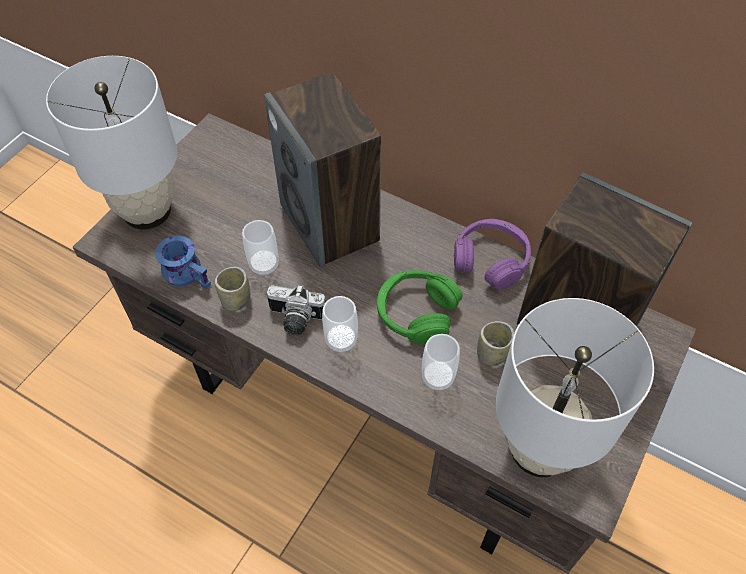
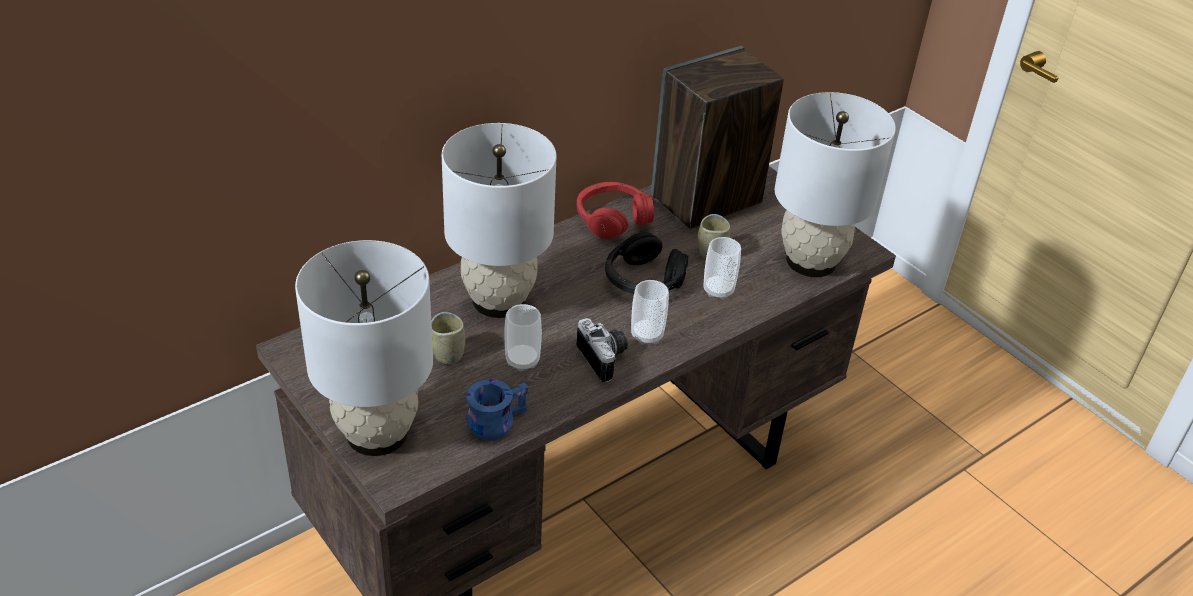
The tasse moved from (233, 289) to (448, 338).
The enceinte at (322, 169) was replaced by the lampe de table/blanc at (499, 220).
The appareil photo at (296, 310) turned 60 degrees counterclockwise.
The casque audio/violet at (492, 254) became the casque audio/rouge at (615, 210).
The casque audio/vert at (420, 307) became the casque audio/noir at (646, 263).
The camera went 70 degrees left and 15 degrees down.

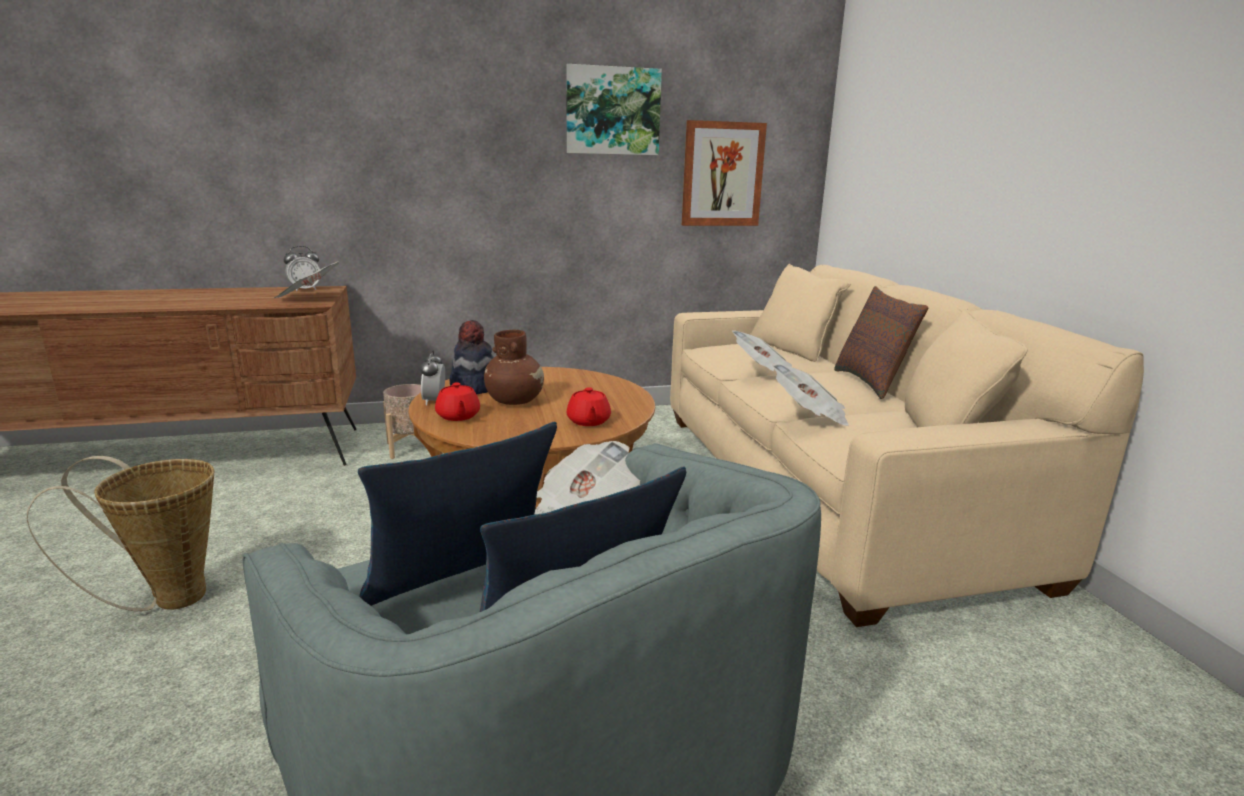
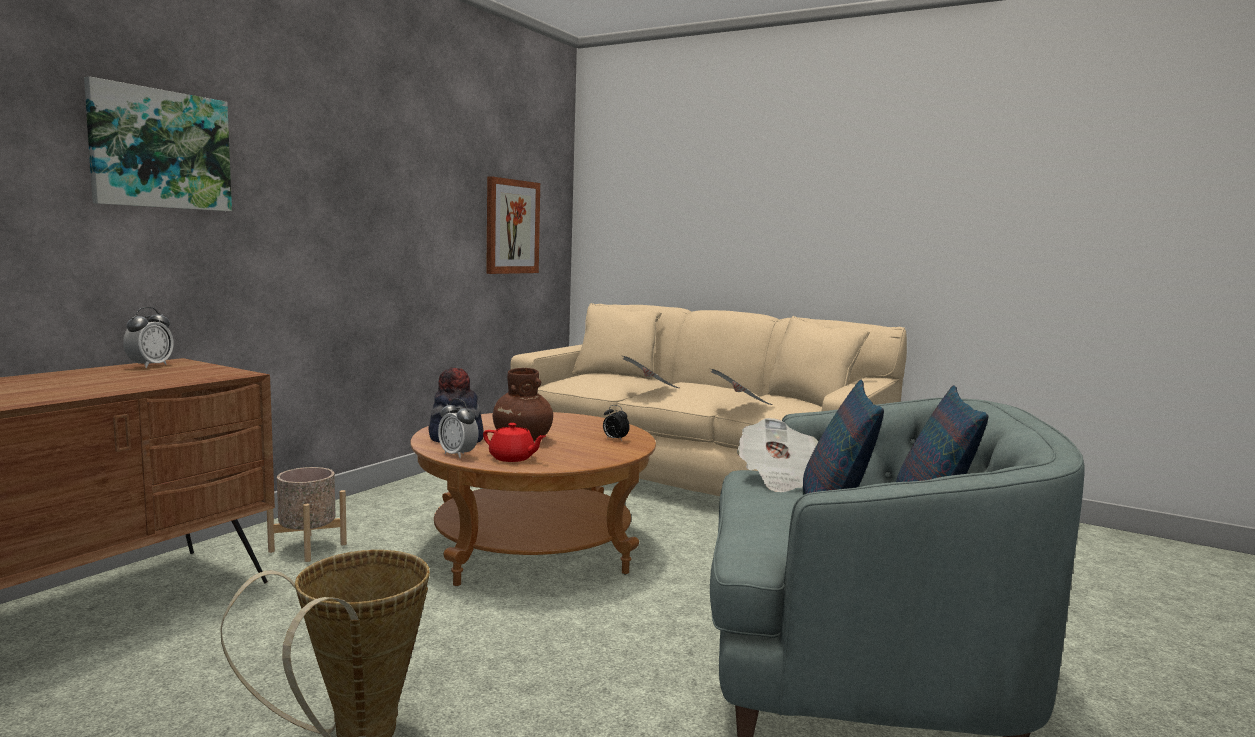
The tableau moved from (614, 109) to (158, 143).
The théière/rouge at (589, 406) was replaced by the réveil at (616, 423).
The journal at (306, 279) disappeared.
The coussin/marron at (881, 342) disappeared.
The camera went 45 degrees left and 10 degrees down.

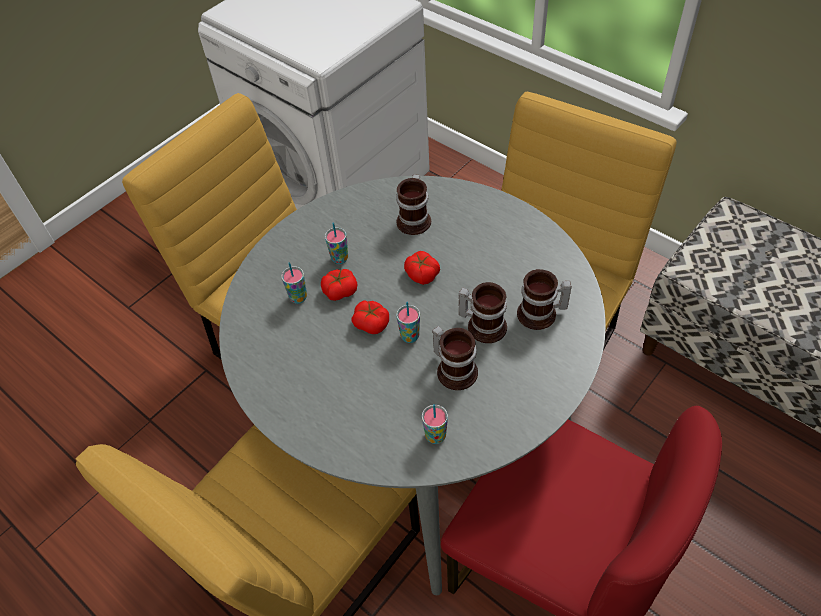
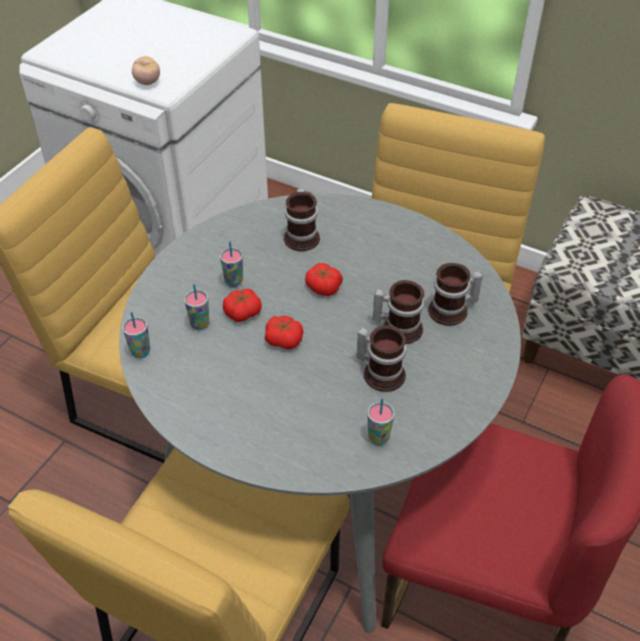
The tasse moved from (408, 322) to (136, 335).
The tomate at (146, 70) appeared.
The camera went 15 degrees left and 5 degrees down.

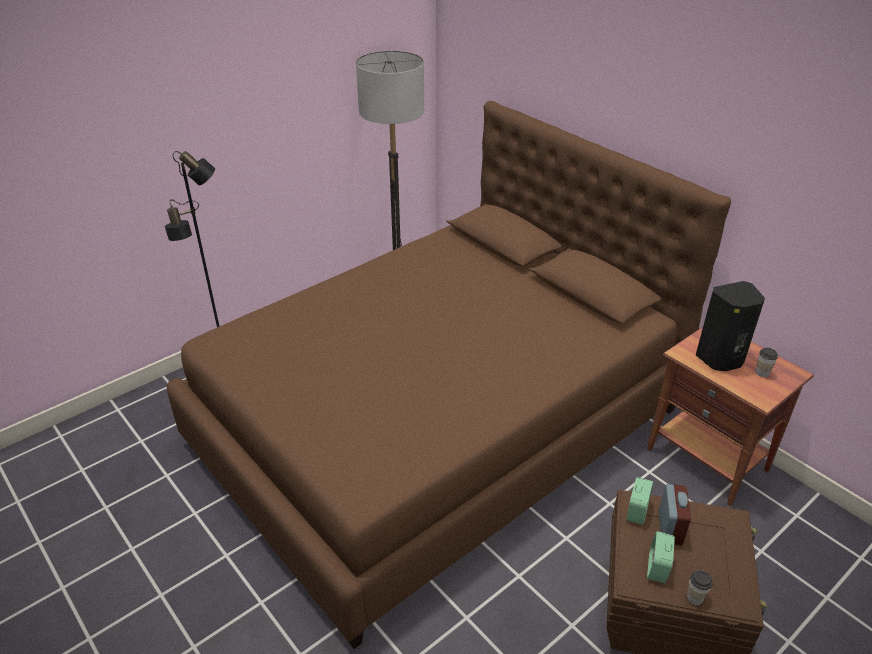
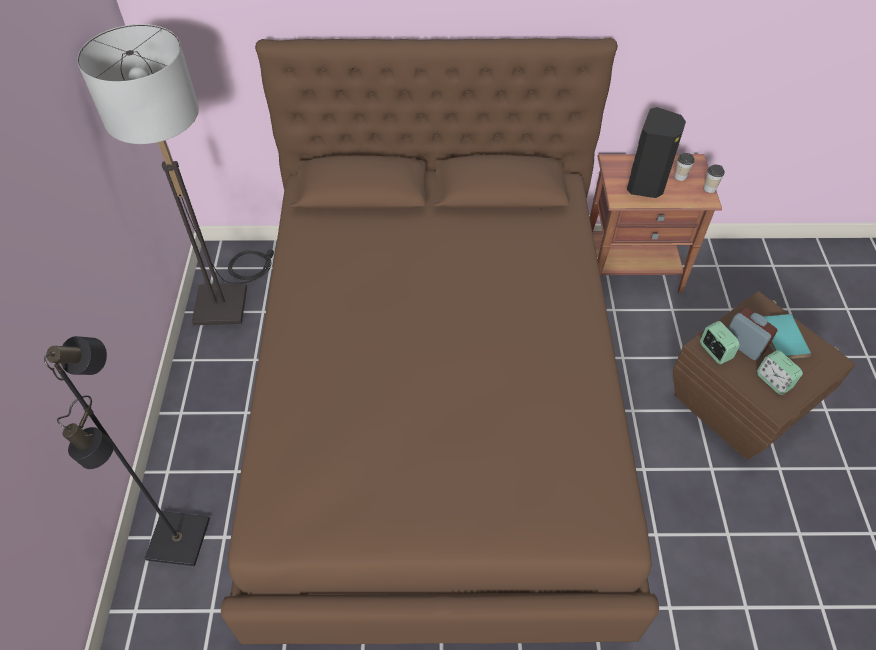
The tasse moved from (700, 587) to (714, 179).
The livre/turquoise at (787, 336) appeared.
The camera went 50 degrees left and 15 degrees up.

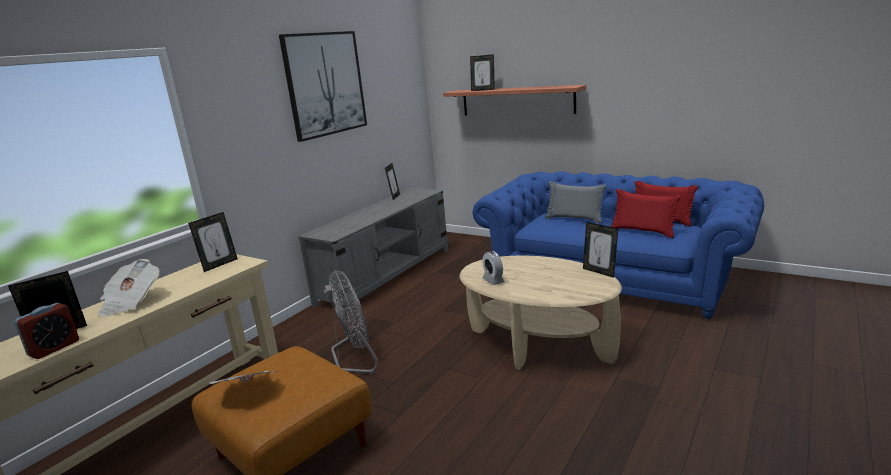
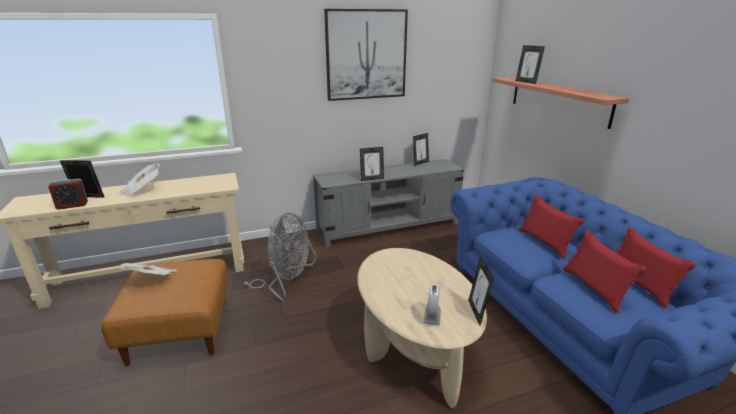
The cadre photo moved from (213, 242) to (372, 164).
The réveil moved from (493, 268) to (432, 305).
The coussin/gris at (575, 202) became the coussin/rouge at (551, 226).
The camera went 35 degrees right and 5 degrees up.

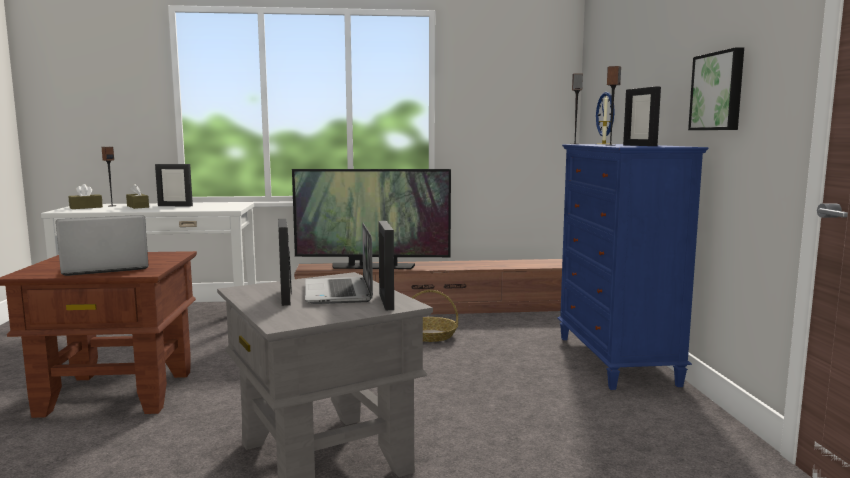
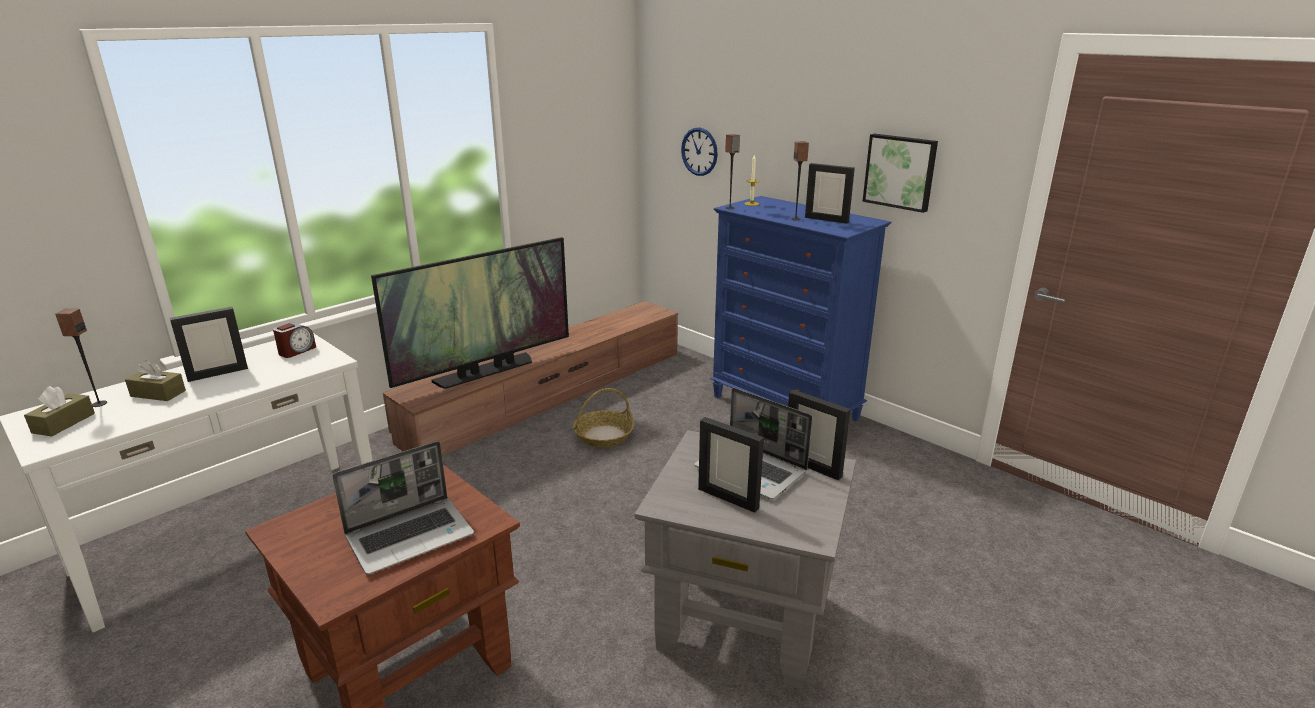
The réveil at (294, 340) appeared.
The ordinateur portable at (102, 245) turned 150 degrees counterclockwise.
The camera went 40 degrees left and 15 degrees up.

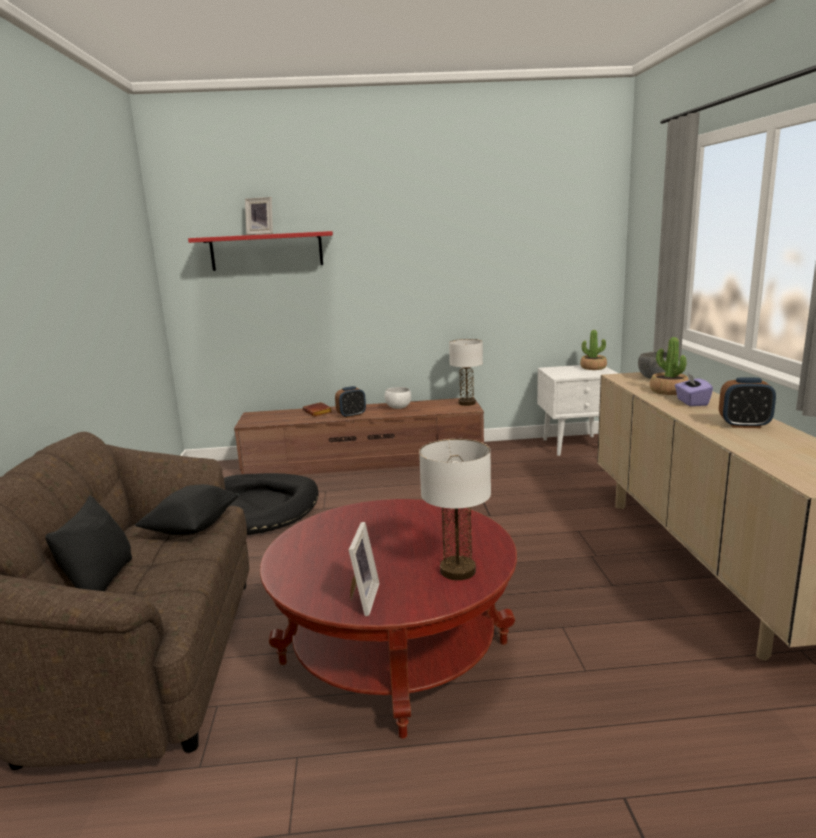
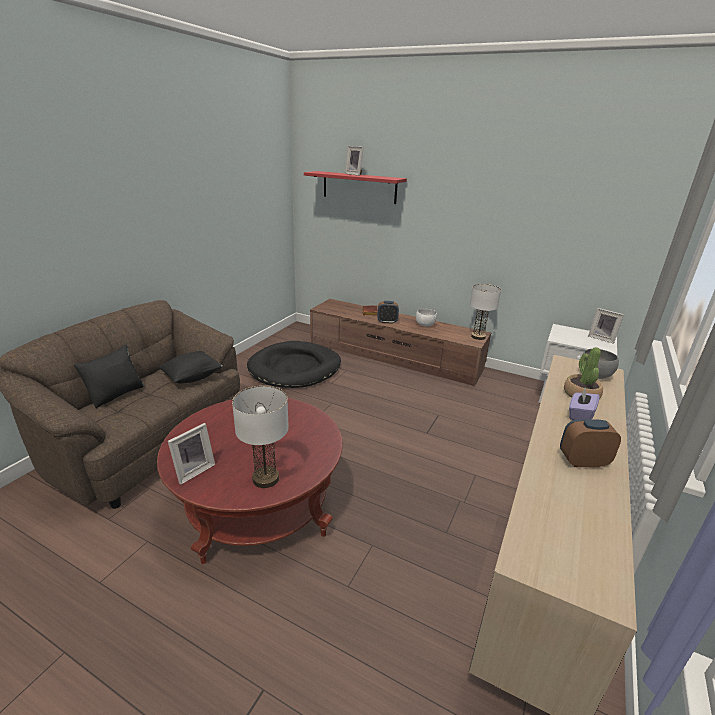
The réveil at (747, 402) turned 135 degrees clockwise.
The plante en pot at (593, 350) was replaced by the cadre photo at (606, 326).
The camera went 30 degrees right and 10 degrees up.

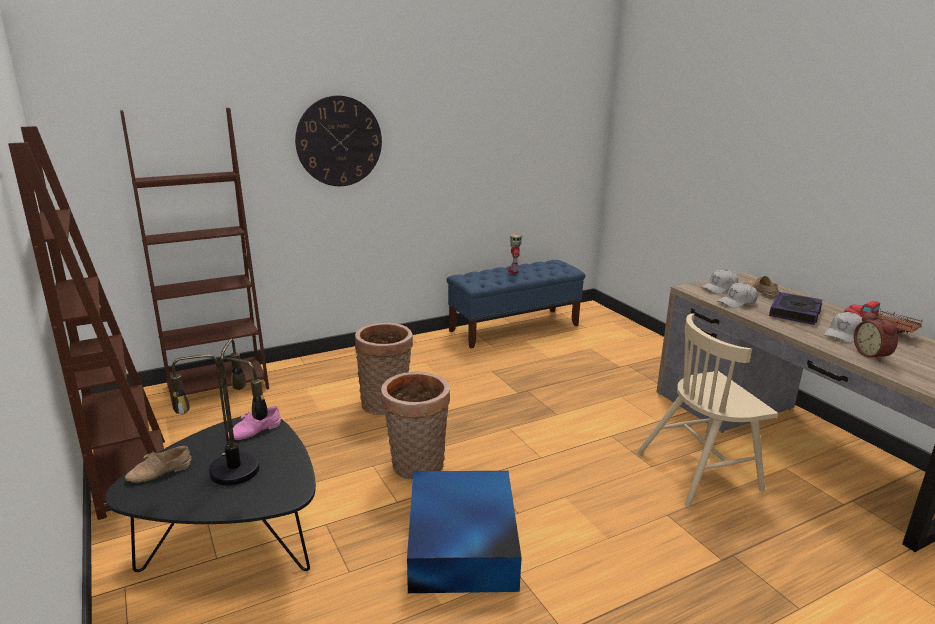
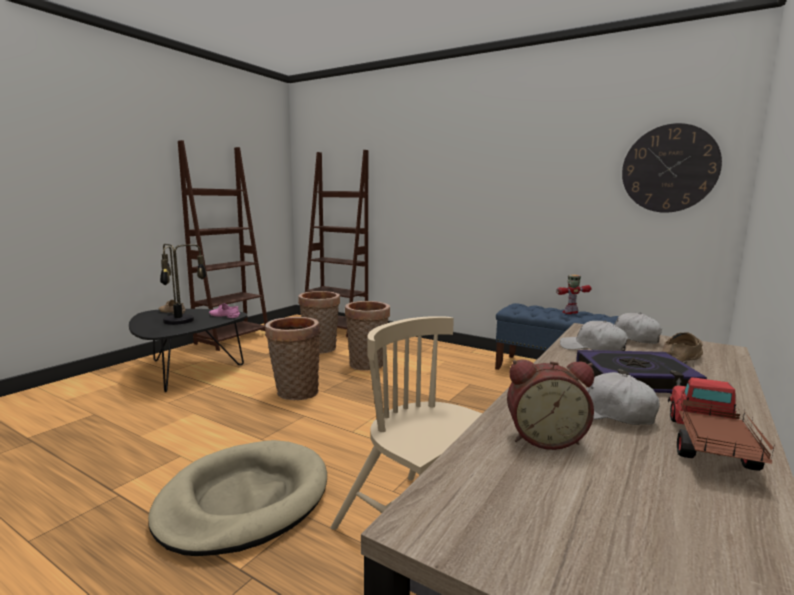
The panier pour chien/beige at (237, 498) appeared.
The panier at (319, 322) appeared.
The réveil at (876, 336) turned 135 degrees counterclockwise.
The horloge murale moved from (338, 140) to (672, 168).
The boîte de rangement/bleu at (464, 532) disappeared.
The camera went 60 degrees right and 10 degrees down.

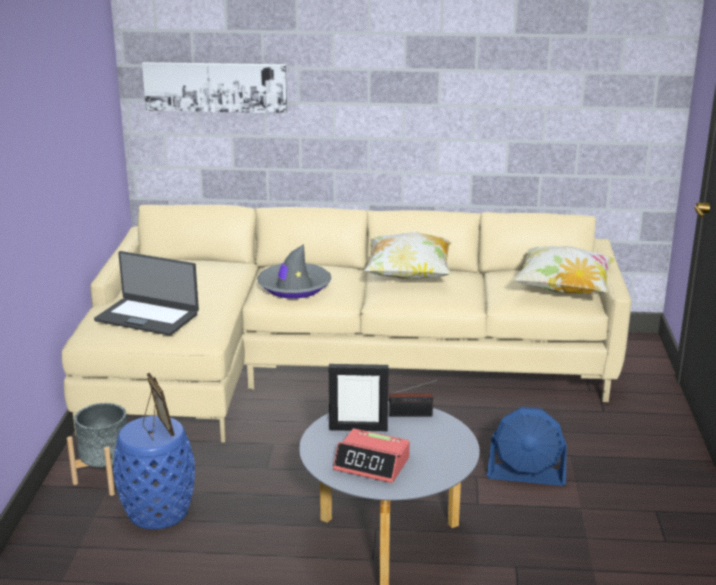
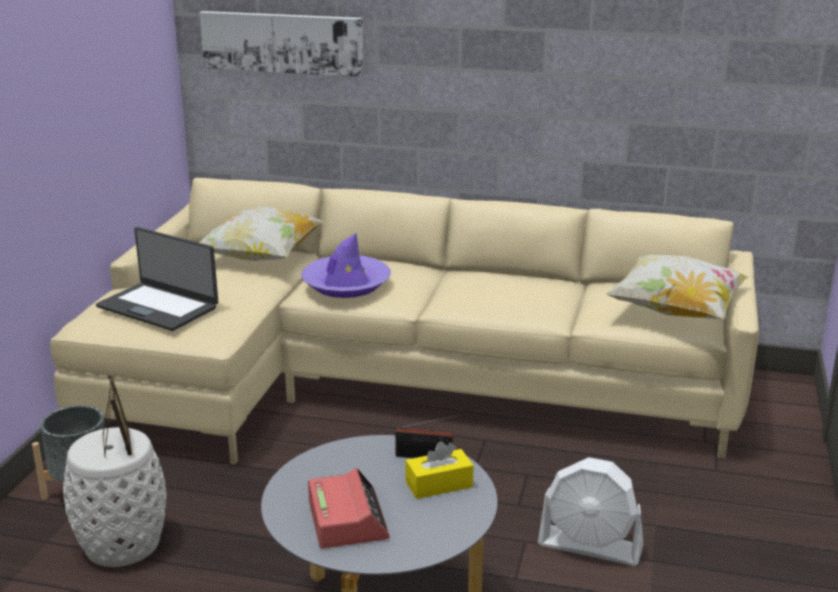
The tabouret/bleu at (154, 472) became the tabouret/blanc at (114, 497).
The coussin moved from (408, 255) to (261, 234).
The chapeau/gris at (294, 271) became the chapeau/violet at (346, 265).
The réveil at (371, 456) turned 135 degrees counterclockwise.
The boîte à mouchoirs/jaune at (440, 470) appeared.
The ventilateur/bleu at (527, 446) became the ventilateur/blanc at (591, 511).
The cadre photo at (359, 397) disappeared.
The camera went 10 degrees right and 0 degrees up.

